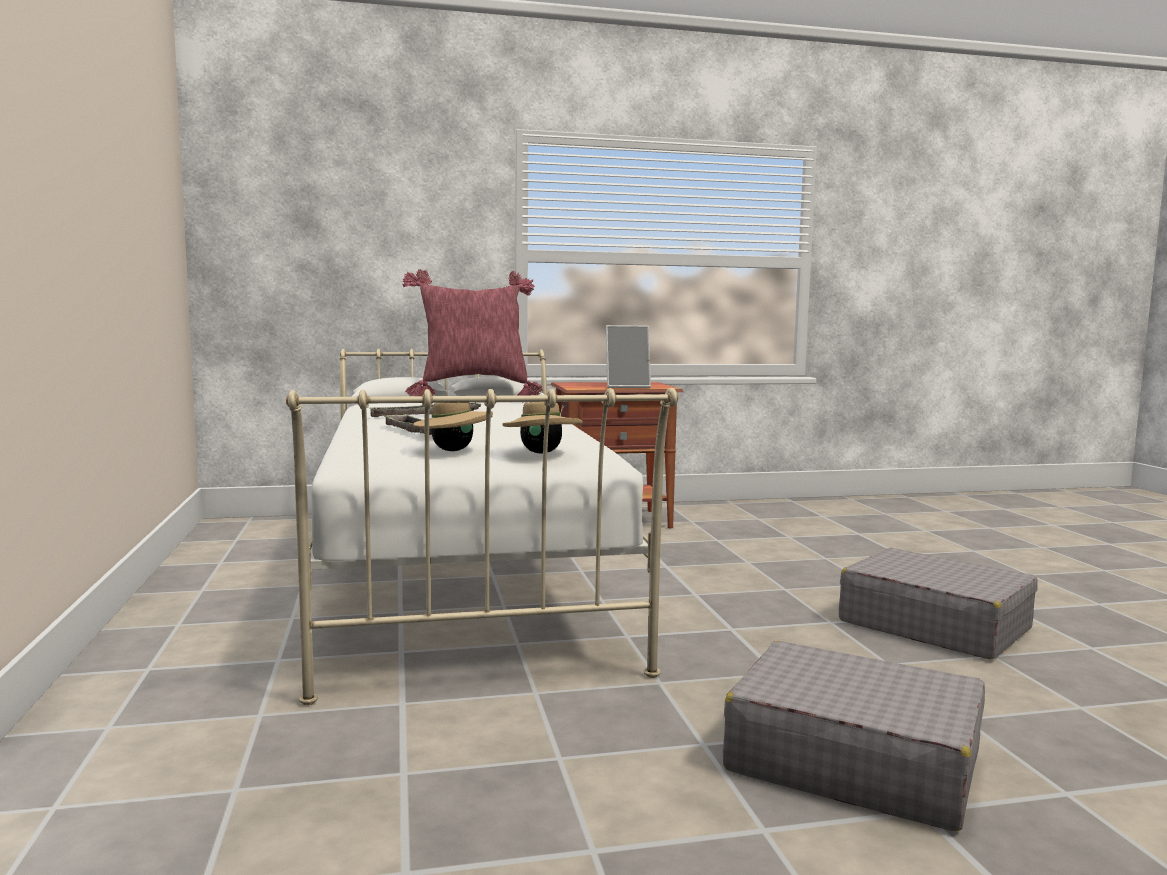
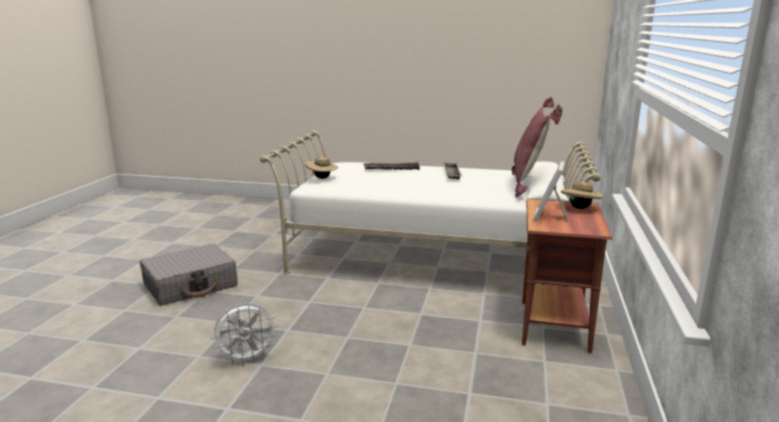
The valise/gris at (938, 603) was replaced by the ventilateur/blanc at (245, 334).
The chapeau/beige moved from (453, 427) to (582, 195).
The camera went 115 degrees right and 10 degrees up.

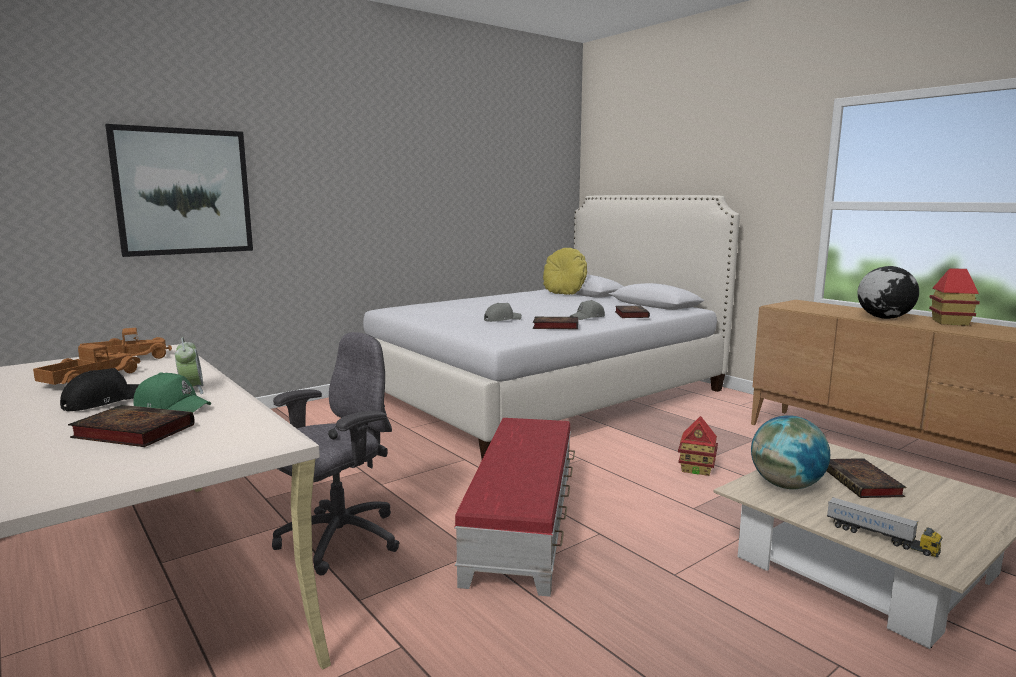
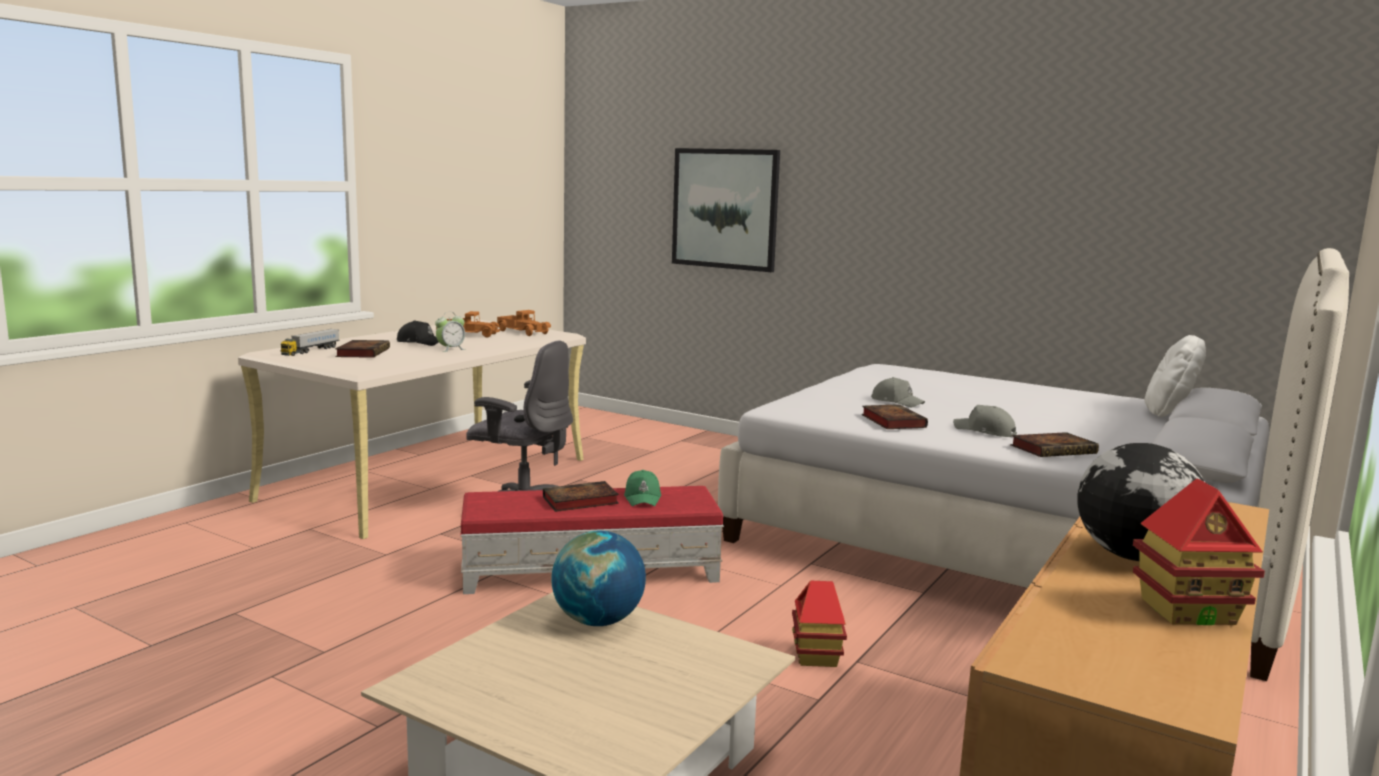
The camion jouet moved from (885, 527) to (310, 342).
The livre moved from (867, 478) to (581, 496).
The casquette/vert moved from (172, 392) to (642, 488).
The coussin/jaune at (565, 271) became the coussin/blanc at (1175, 376).
The camera went 70 degrees right and 0 degrees up.

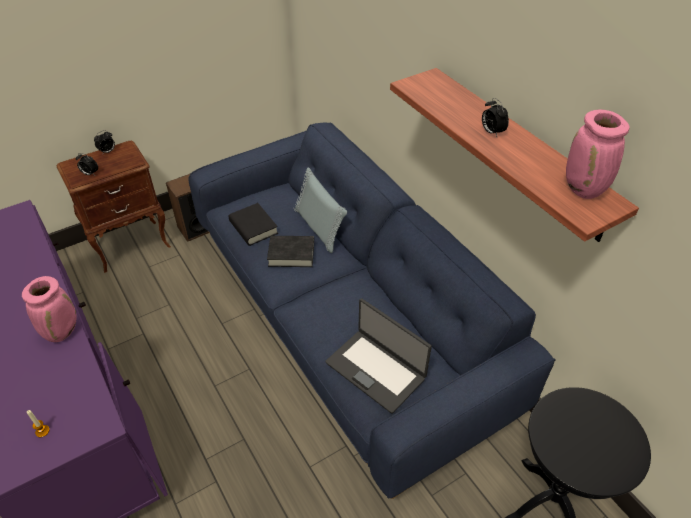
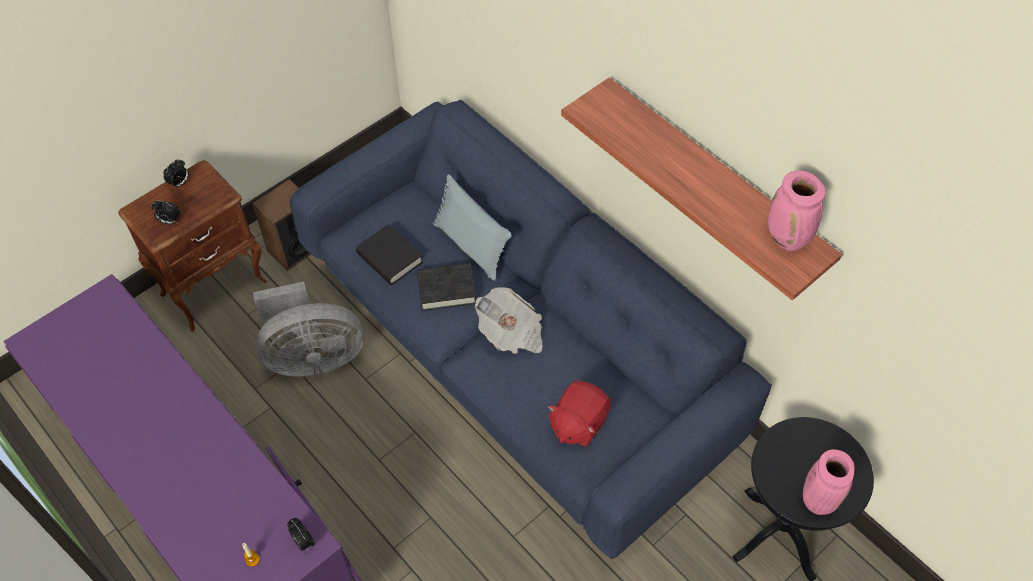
The ventilateur/gris at (308, 329) appeared.
The réveil moved from (495, 117) to (301, 534).
The journal at (508, 320) appeared.
The ordinateur portable at (378, 355) was replaced by the peluche/rouge at (579, 414).
The vase/rose moved from (49, 309) to (829, 482).
The camera went 10 degrees left and 10 degrees up.

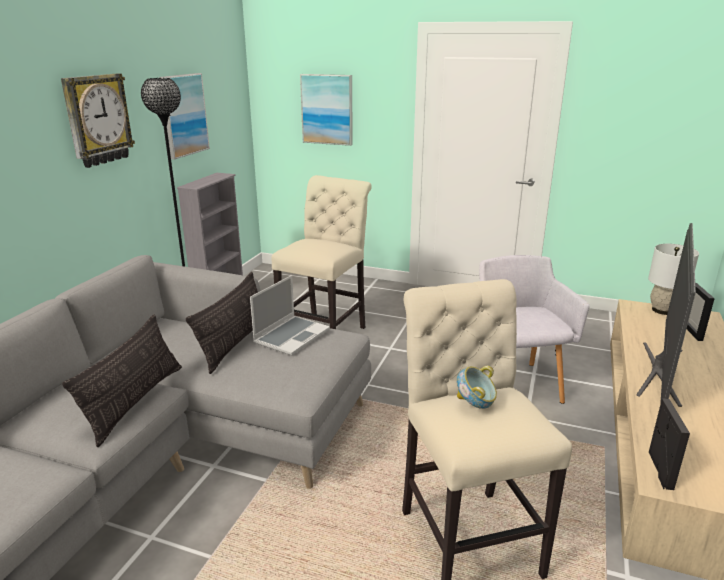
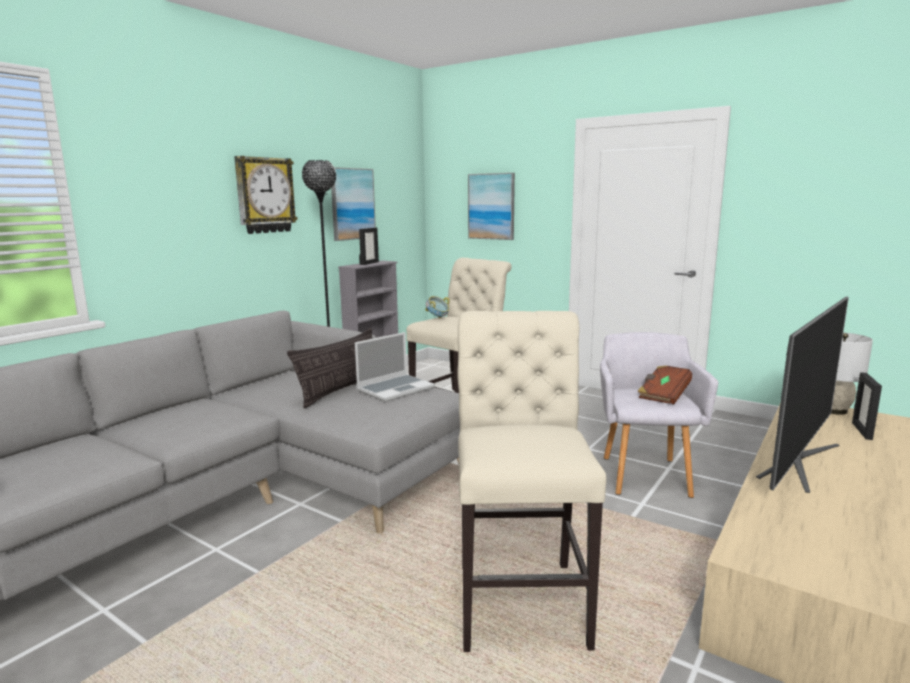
The cadre photo moved from (669, 444) to (369, 246).
The bol moved from (477, 387) to (437, 307).
The livre/marron at (664, 385) appeared.
The coussin at (122, 380) disappeared.
The camera went 15 degrees right and 10 degrees down.

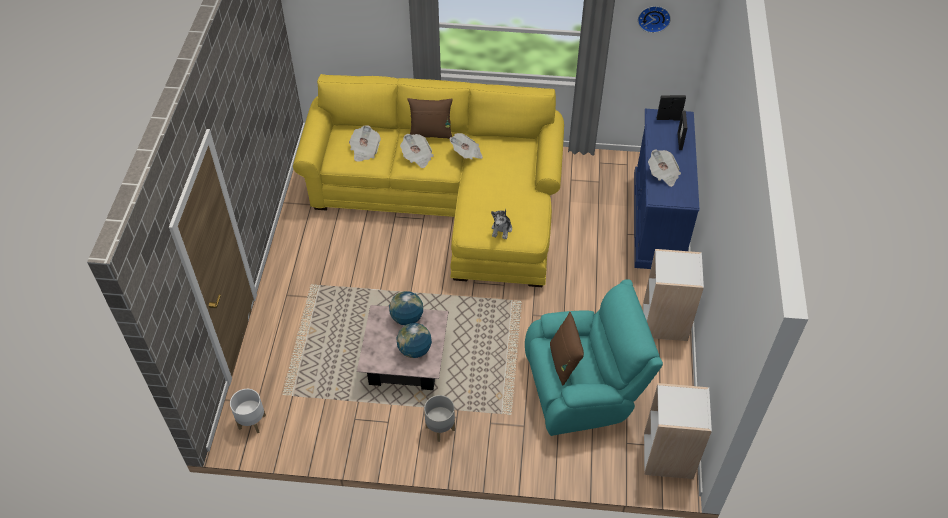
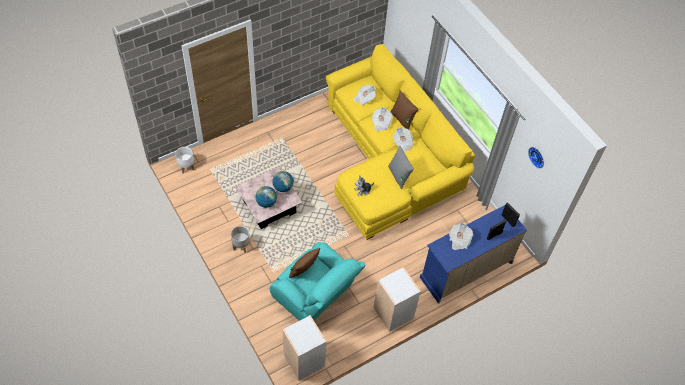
The coussin/gris at (401, 167) appeared.
The camera went 50 degrees right and 5 degrees up.

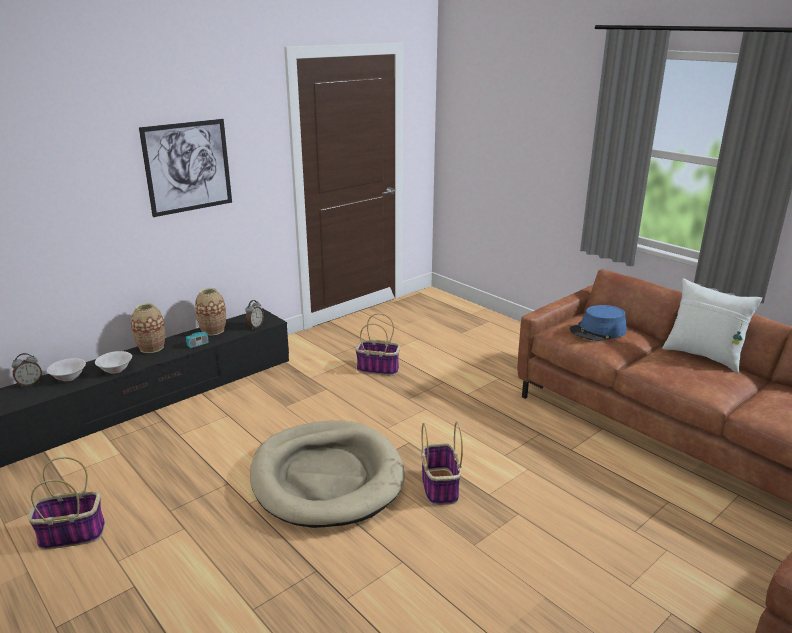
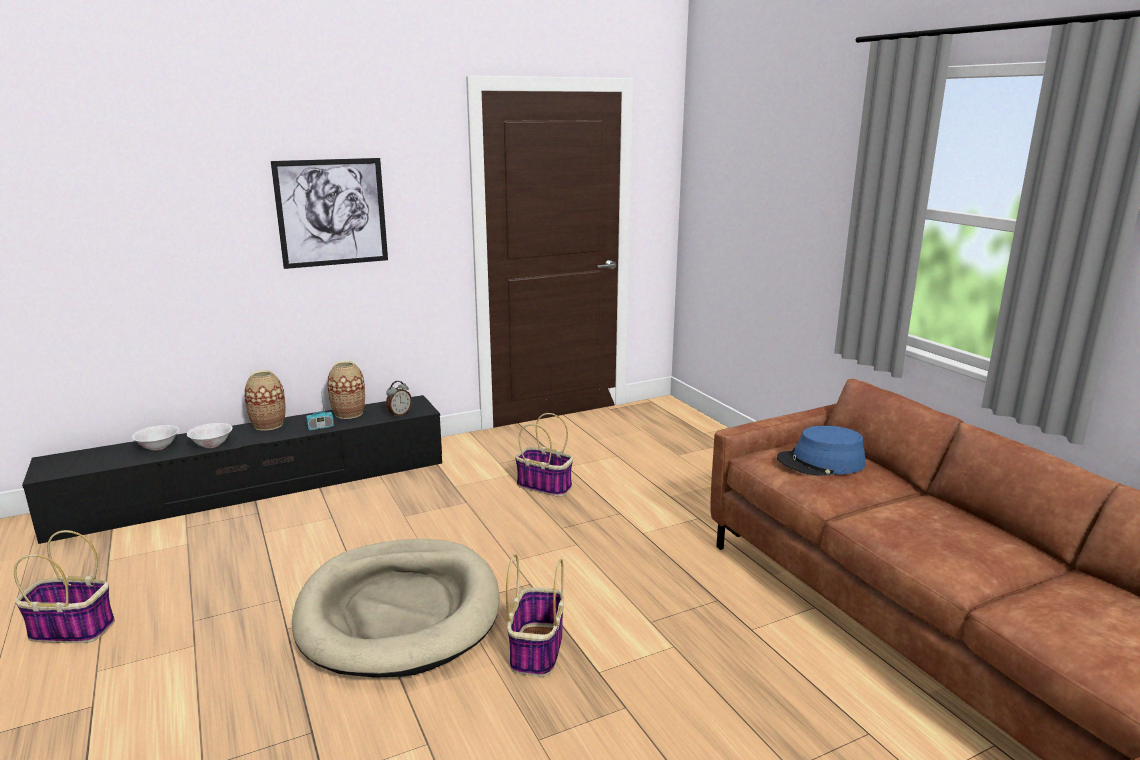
The réveil at (27, 370) disappeared.
The coussin/blanc at (712, 325) disappeared.
The camera went 15 degrees right and 5 degrees down.

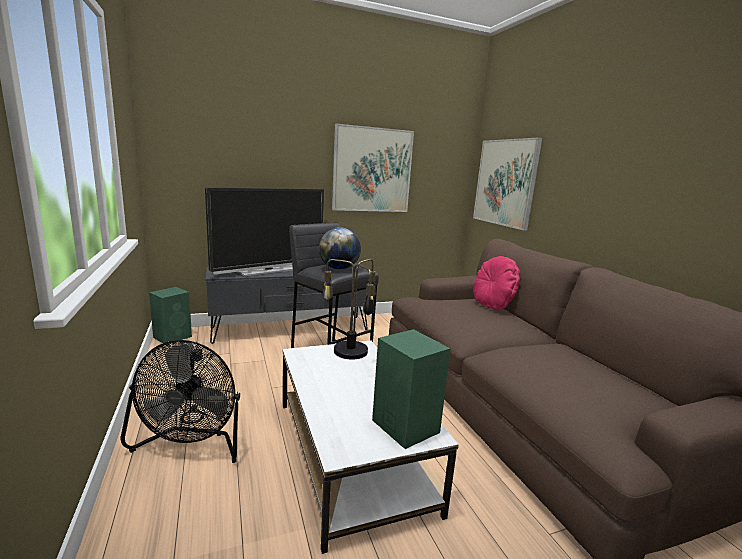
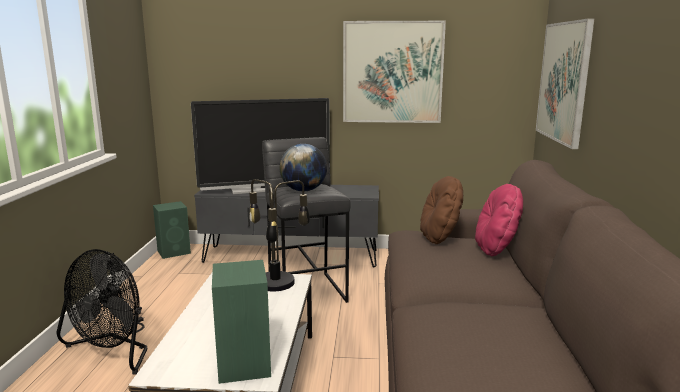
The coussin/marron at (441, 210) appeared.
The camera went 25 degrees right and 0 degrees up.

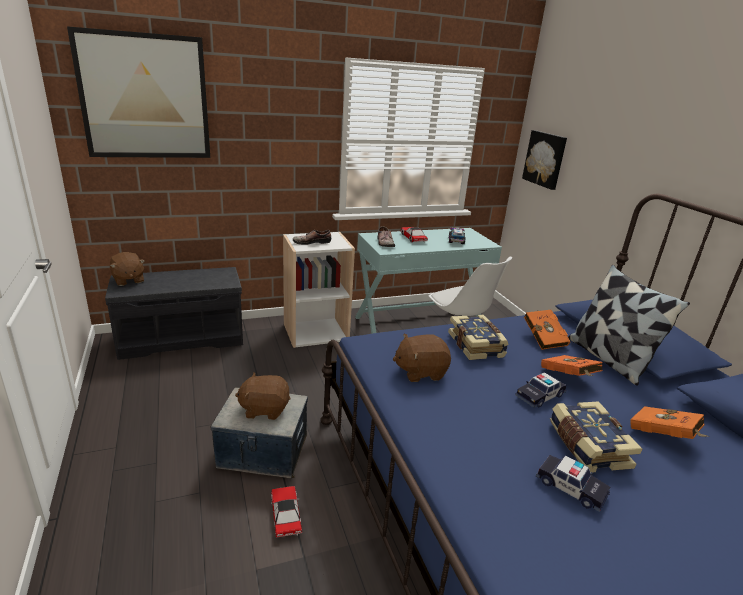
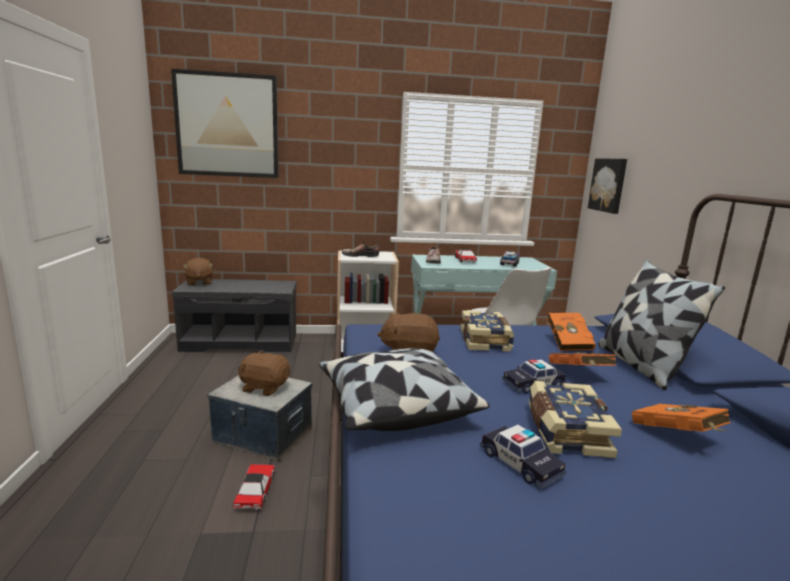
The coussin at (404, 389) appeared.
The camera went 15 degrees right and 10 degrees down.

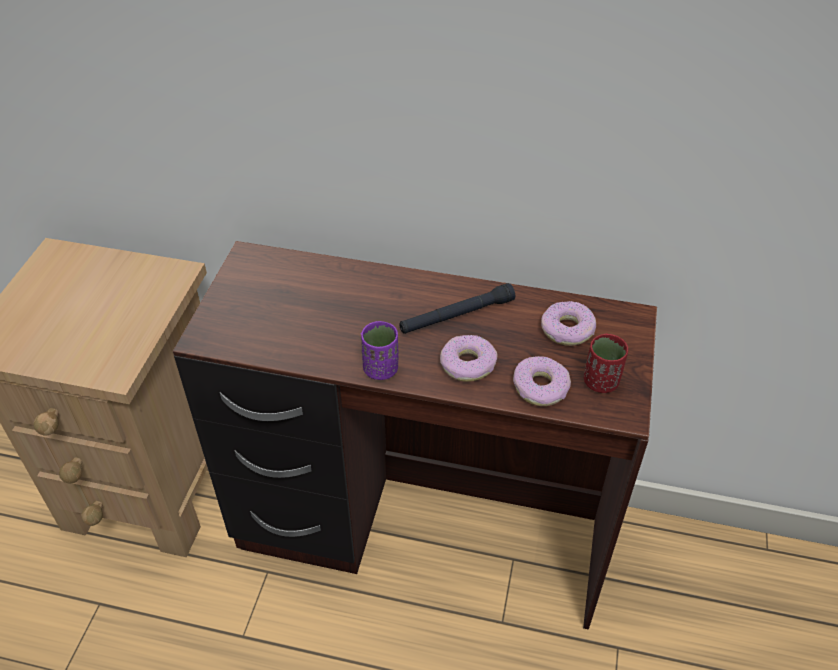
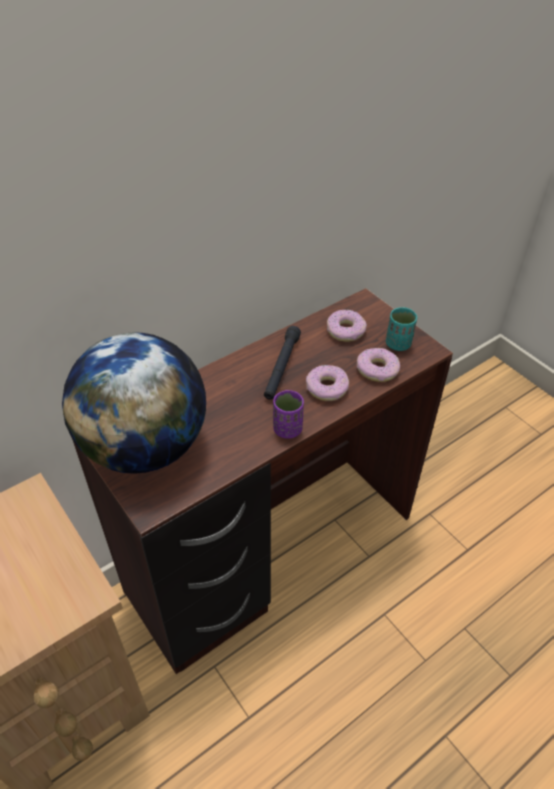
The globe at (134, 403) appeared.
The tasse/rouge at (606, 363) became the tasse/turquoise at (401, 329).
The camera went 50 degrees left and 0 degrees up.

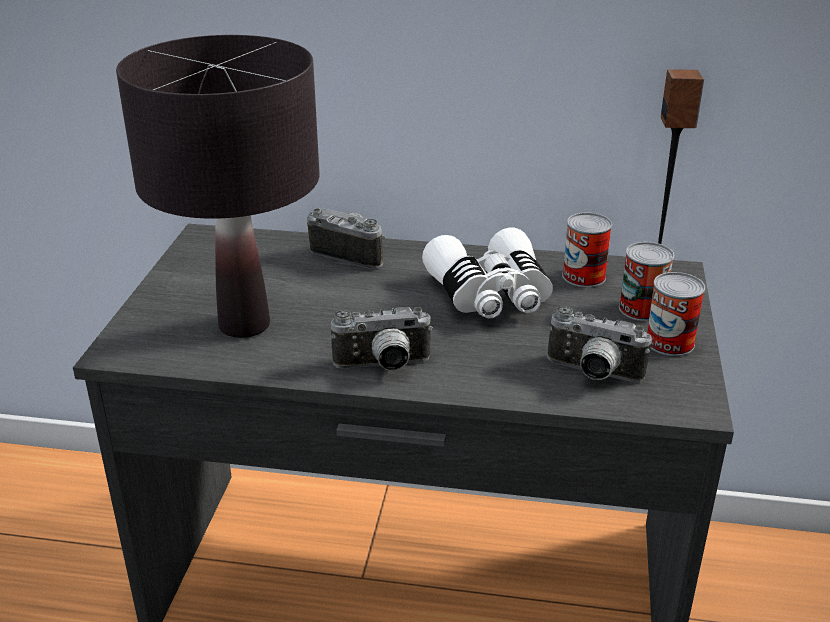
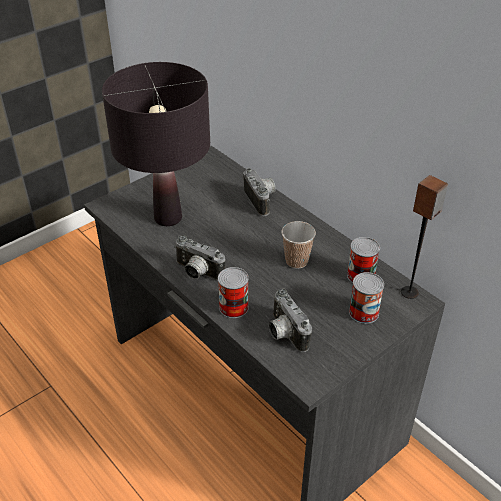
The boîte métallique moved from (676, 314) to (233, 292).
The jumelles/blanc at (487, 273) was replaced by the tasse at (298, 245).
The camera went 40 degrees right and 10 degrees up.

